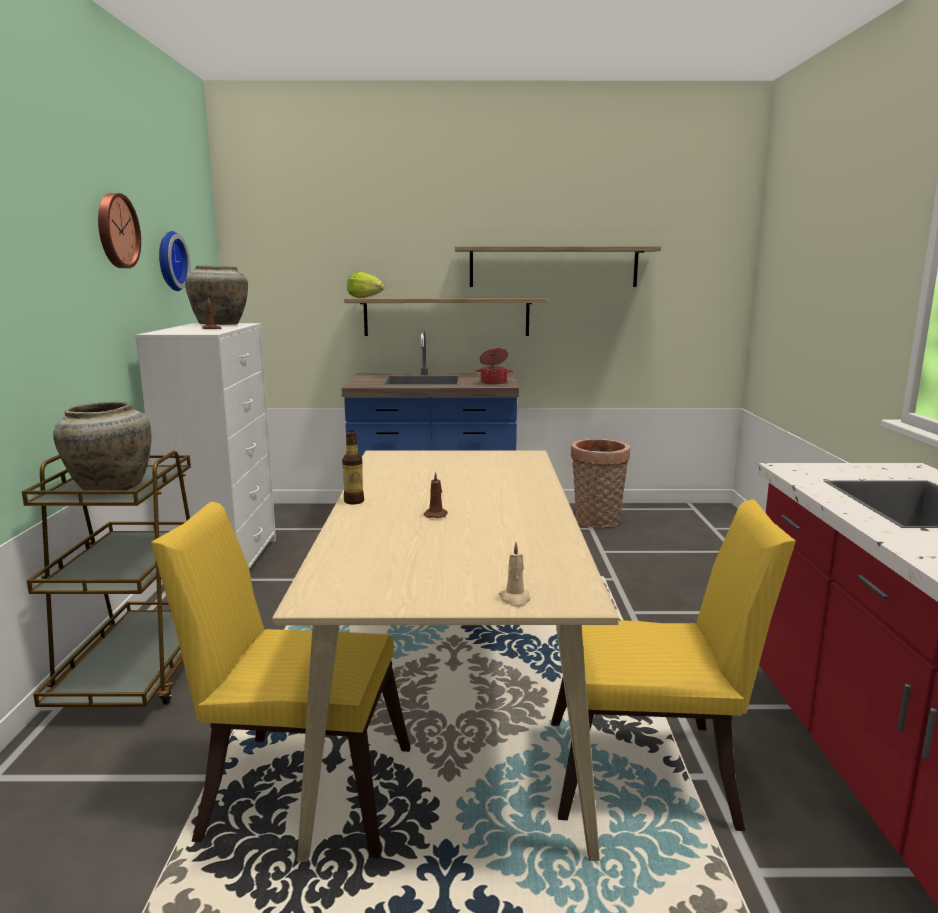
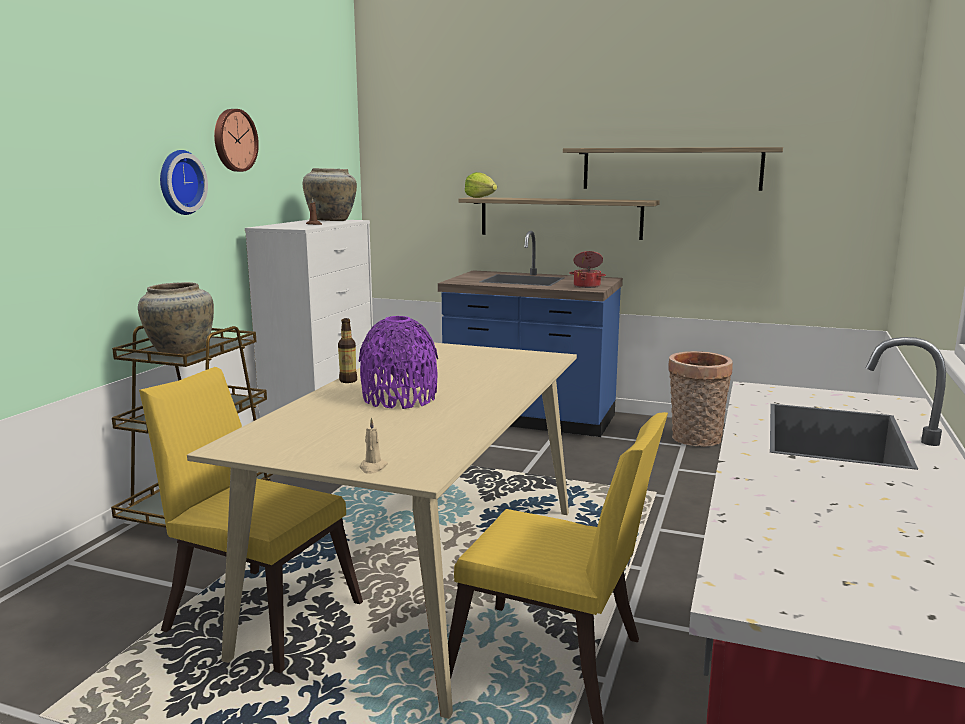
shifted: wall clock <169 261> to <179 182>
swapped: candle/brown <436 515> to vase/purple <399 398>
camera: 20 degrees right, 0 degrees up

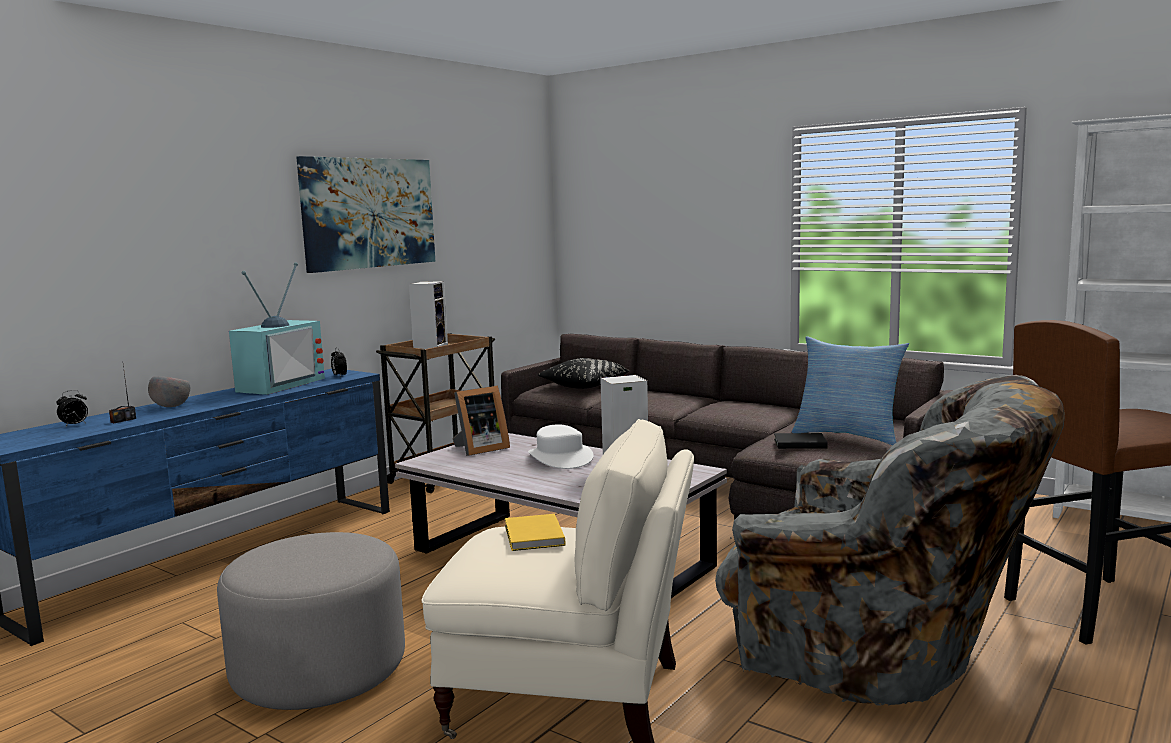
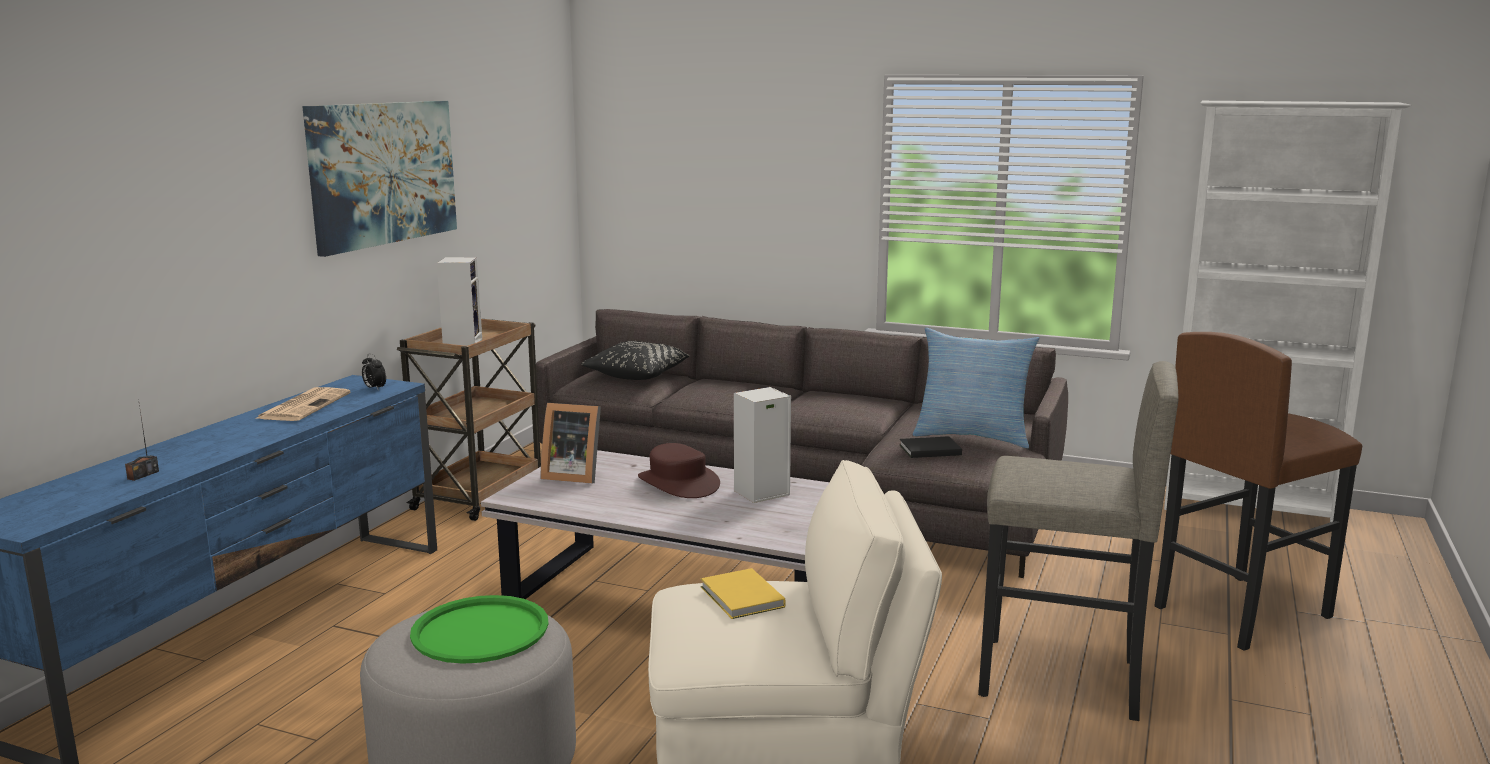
gone: alarm clock <75 425>; bowl/grey <170 407>
new: tray/green <480 631>
swapped: television <278 384> to newspaper <304 406>; armchair/grey <875 652> to stool/grey <1060 679>
repainted: hat/white <560 458> to hat/brown <678 483>
rotated: picture frame <479 449> = <572 475> 60 degrees clockwise
camera: 15 degrees left, 5 degrees up

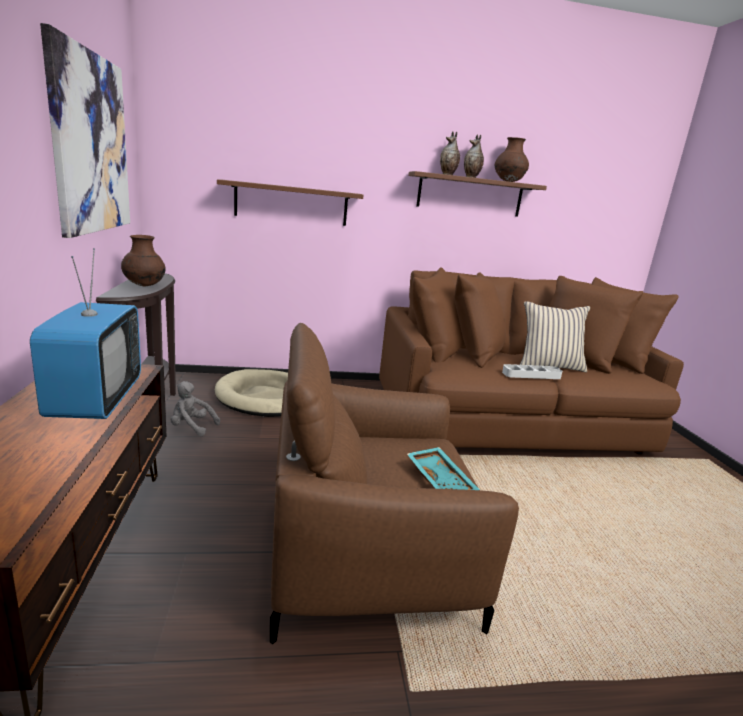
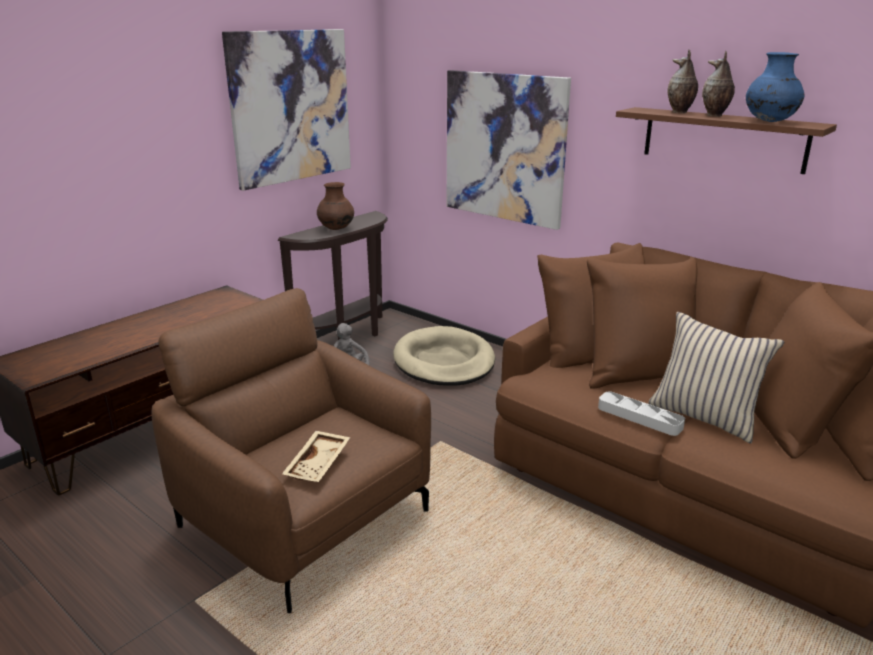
gone: television <96 400>
swapped: shelf/brown <291 203> to picture <504 147>
repainted: tray/turquoise <441 480> to tray/beige <319 464>; vase/brown <508 181> to vase/blue <769 121>
camera: 50 degrees right, 5 degrees up

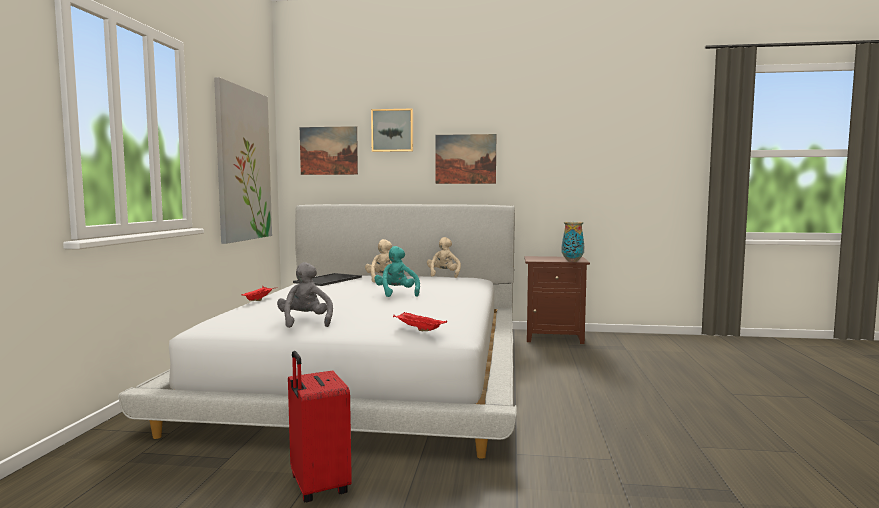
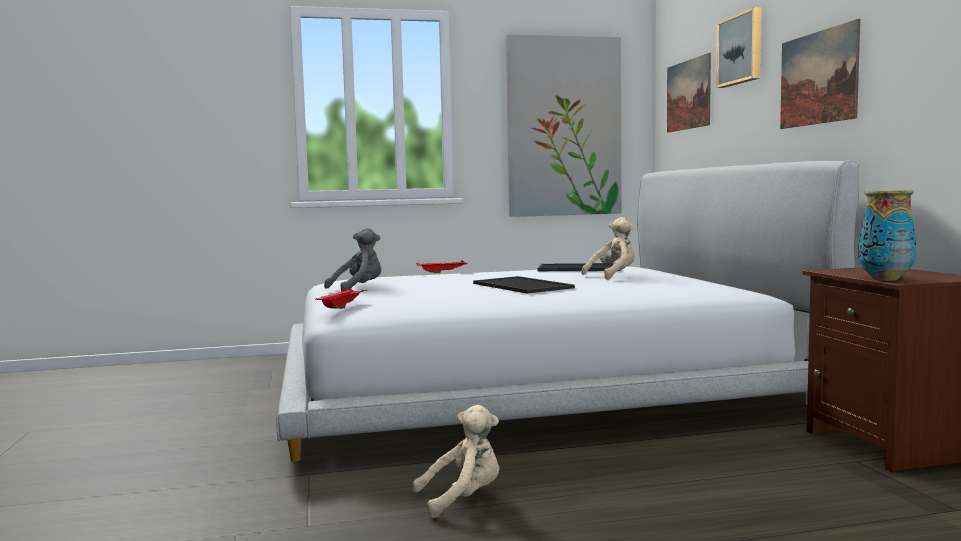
gone: suitcase/red <317 487>
shifted: plush toy/beige <443 275> to <463 499>
swapped: plush toy/turquoise <397 294> to tray <524 285>
camera: 70 degrees right, 0 degrees up

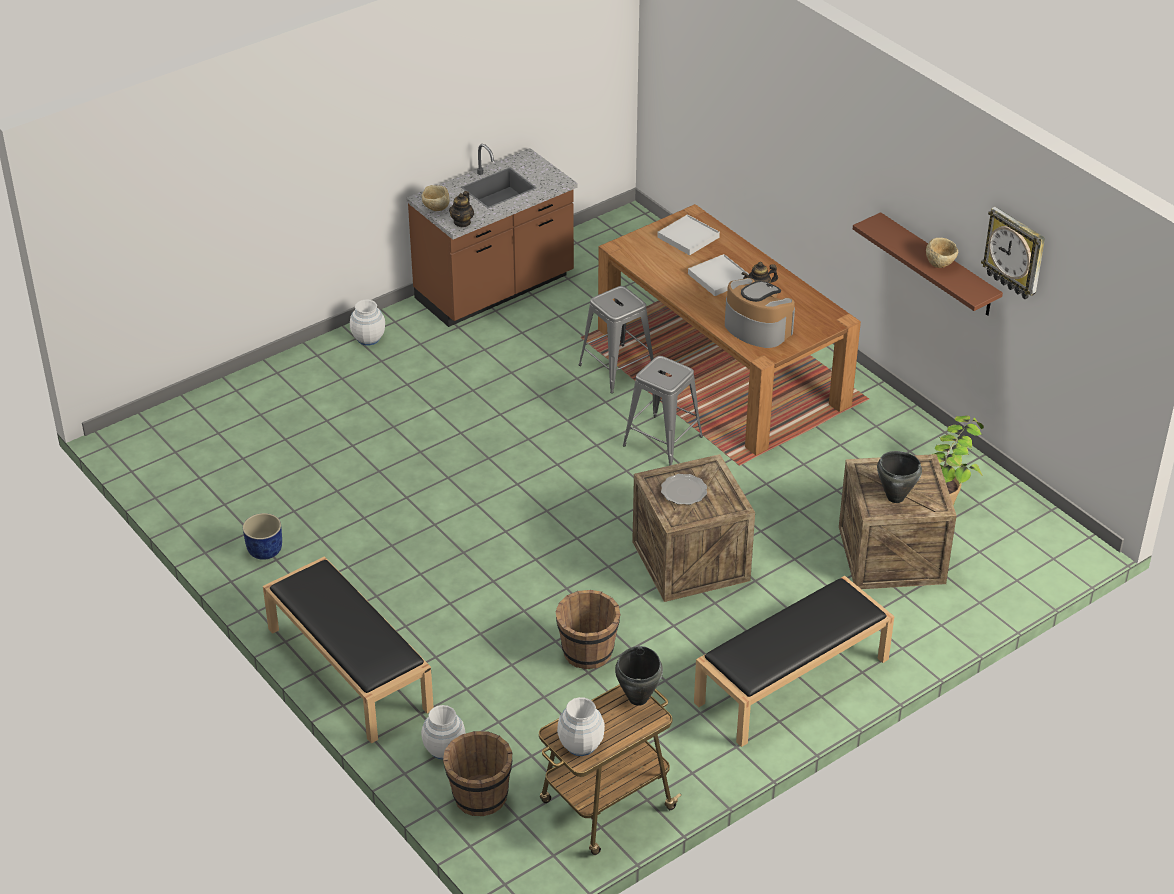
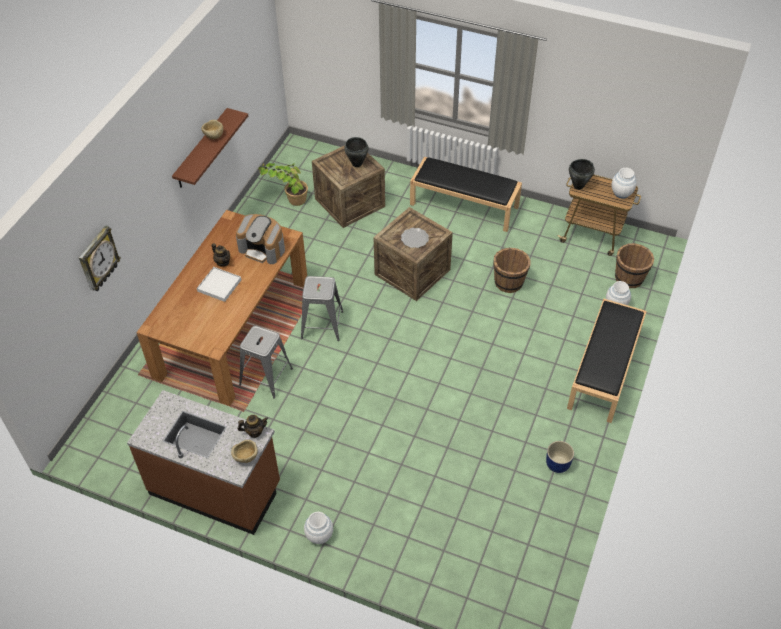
gone: tray/white <688 237>
shifted: wall clock <1015 253> to <98 259>
rotated: coffee machine <756 328> = <263 249> 75 degrees counterclockwise
camera: 120 degrees left, 10 degrees up

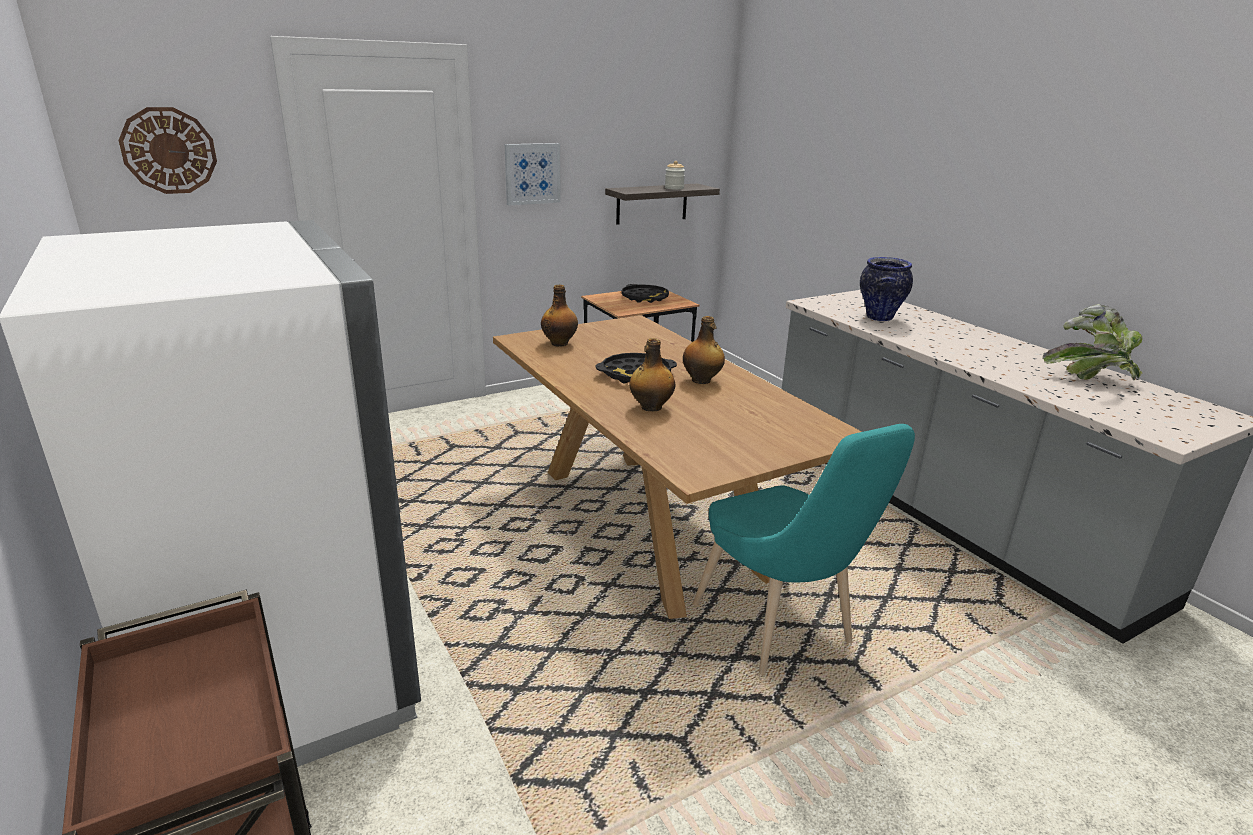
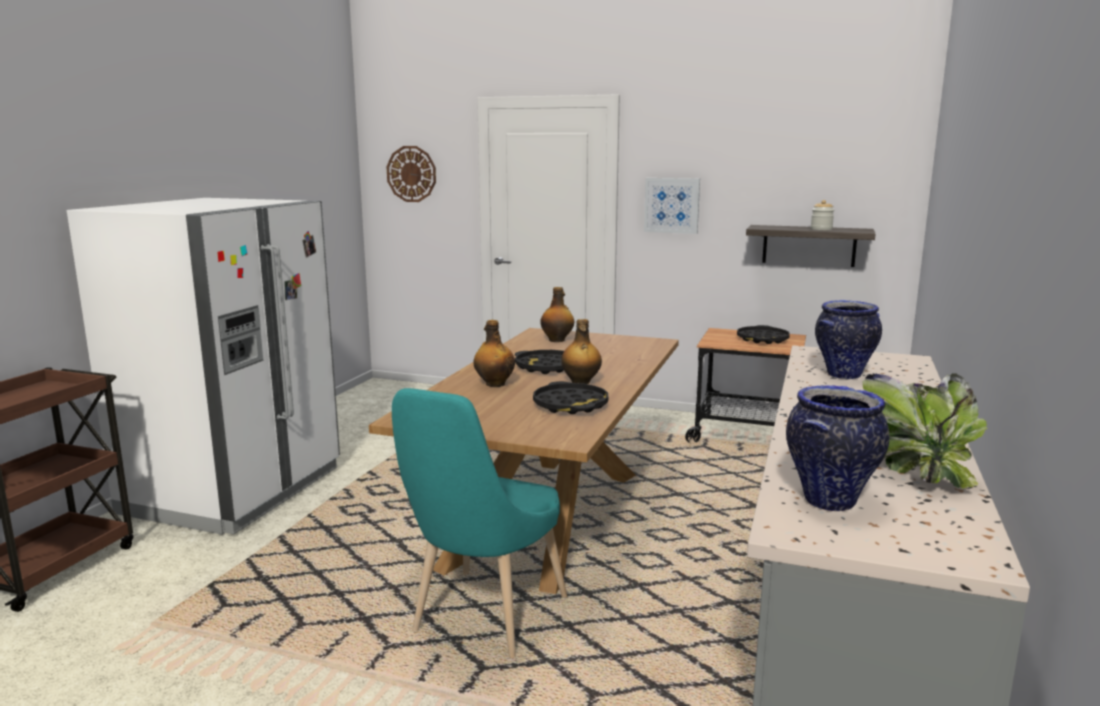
new: tray/black <570 405>; vase <830 500>
camera: 50 degrees right, 10 degrees down

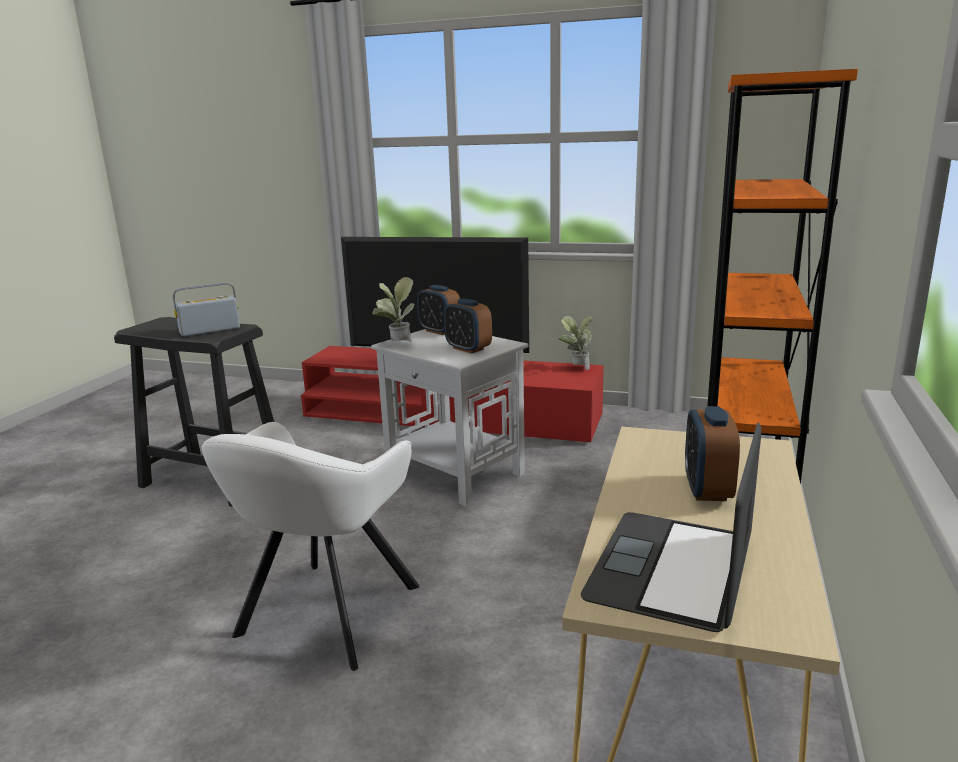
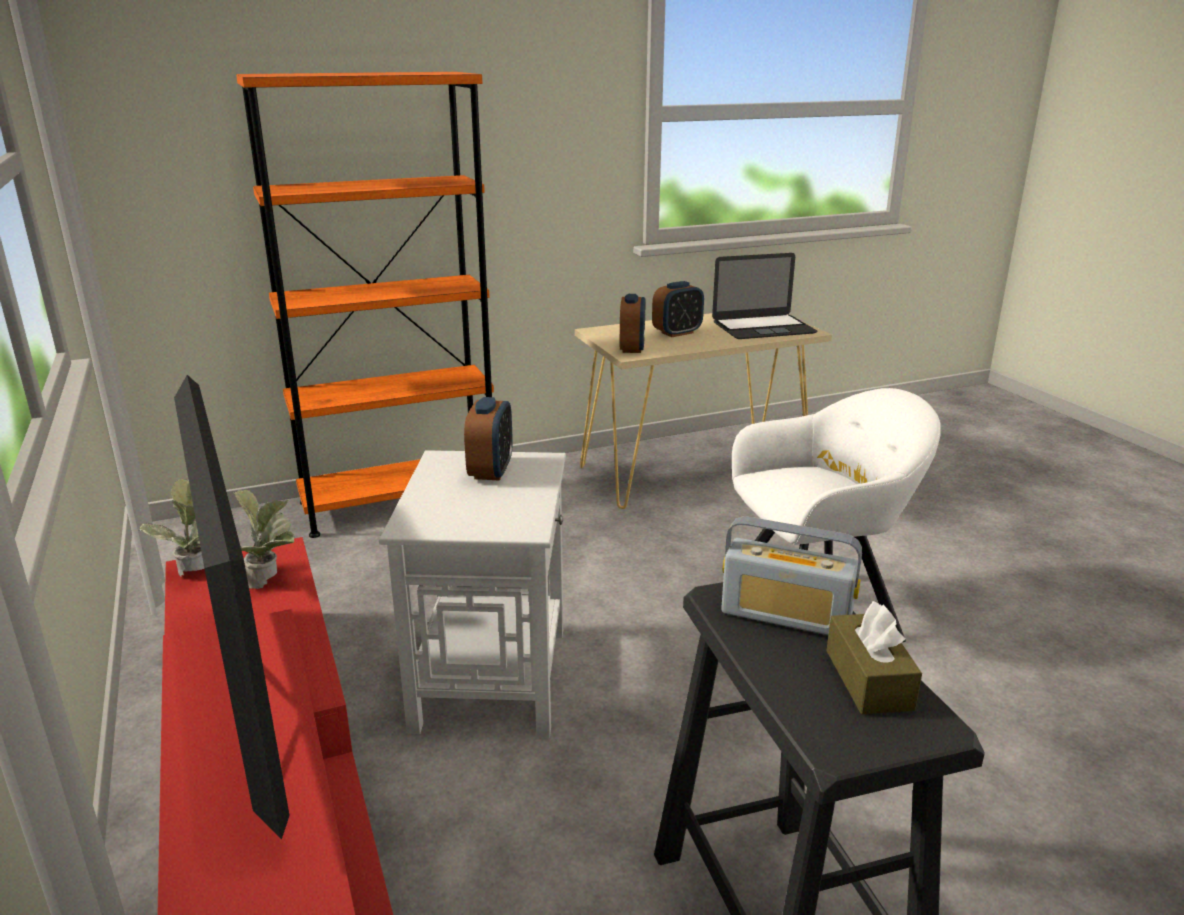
new: tissue box/brown <868 679>
shifted: potted plant <397 344> to <270 582>; alarm clock <439 331> to <632 348>
camera: 130 degrees left, 5 degrees up

